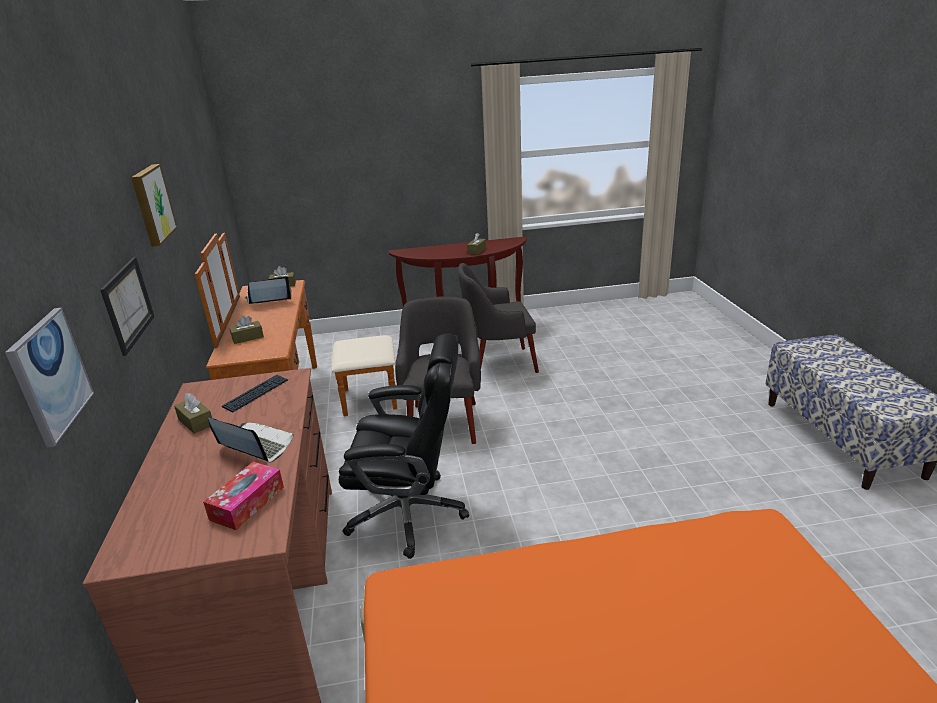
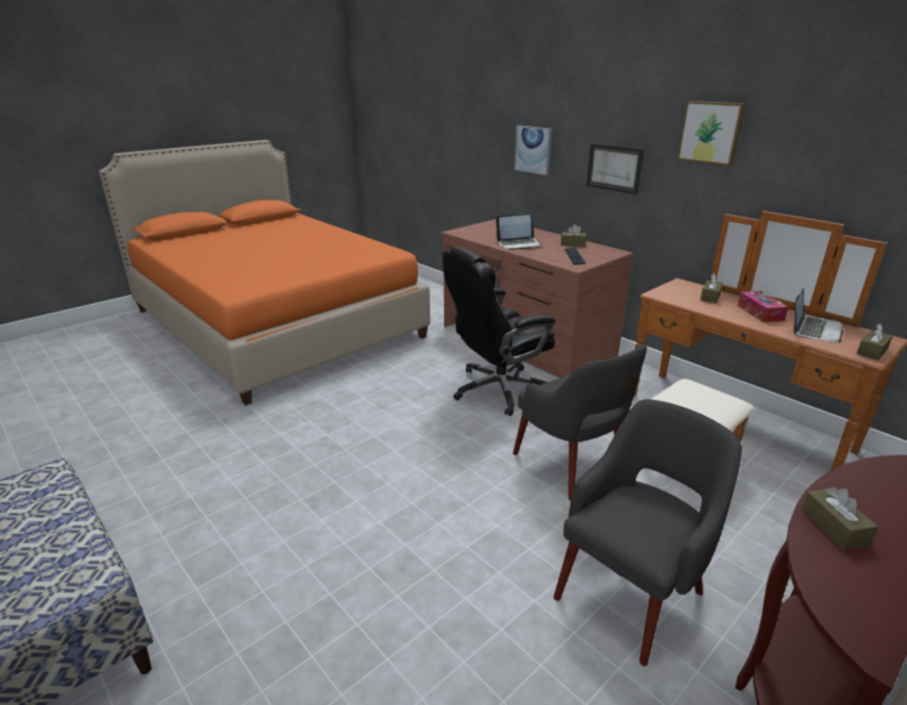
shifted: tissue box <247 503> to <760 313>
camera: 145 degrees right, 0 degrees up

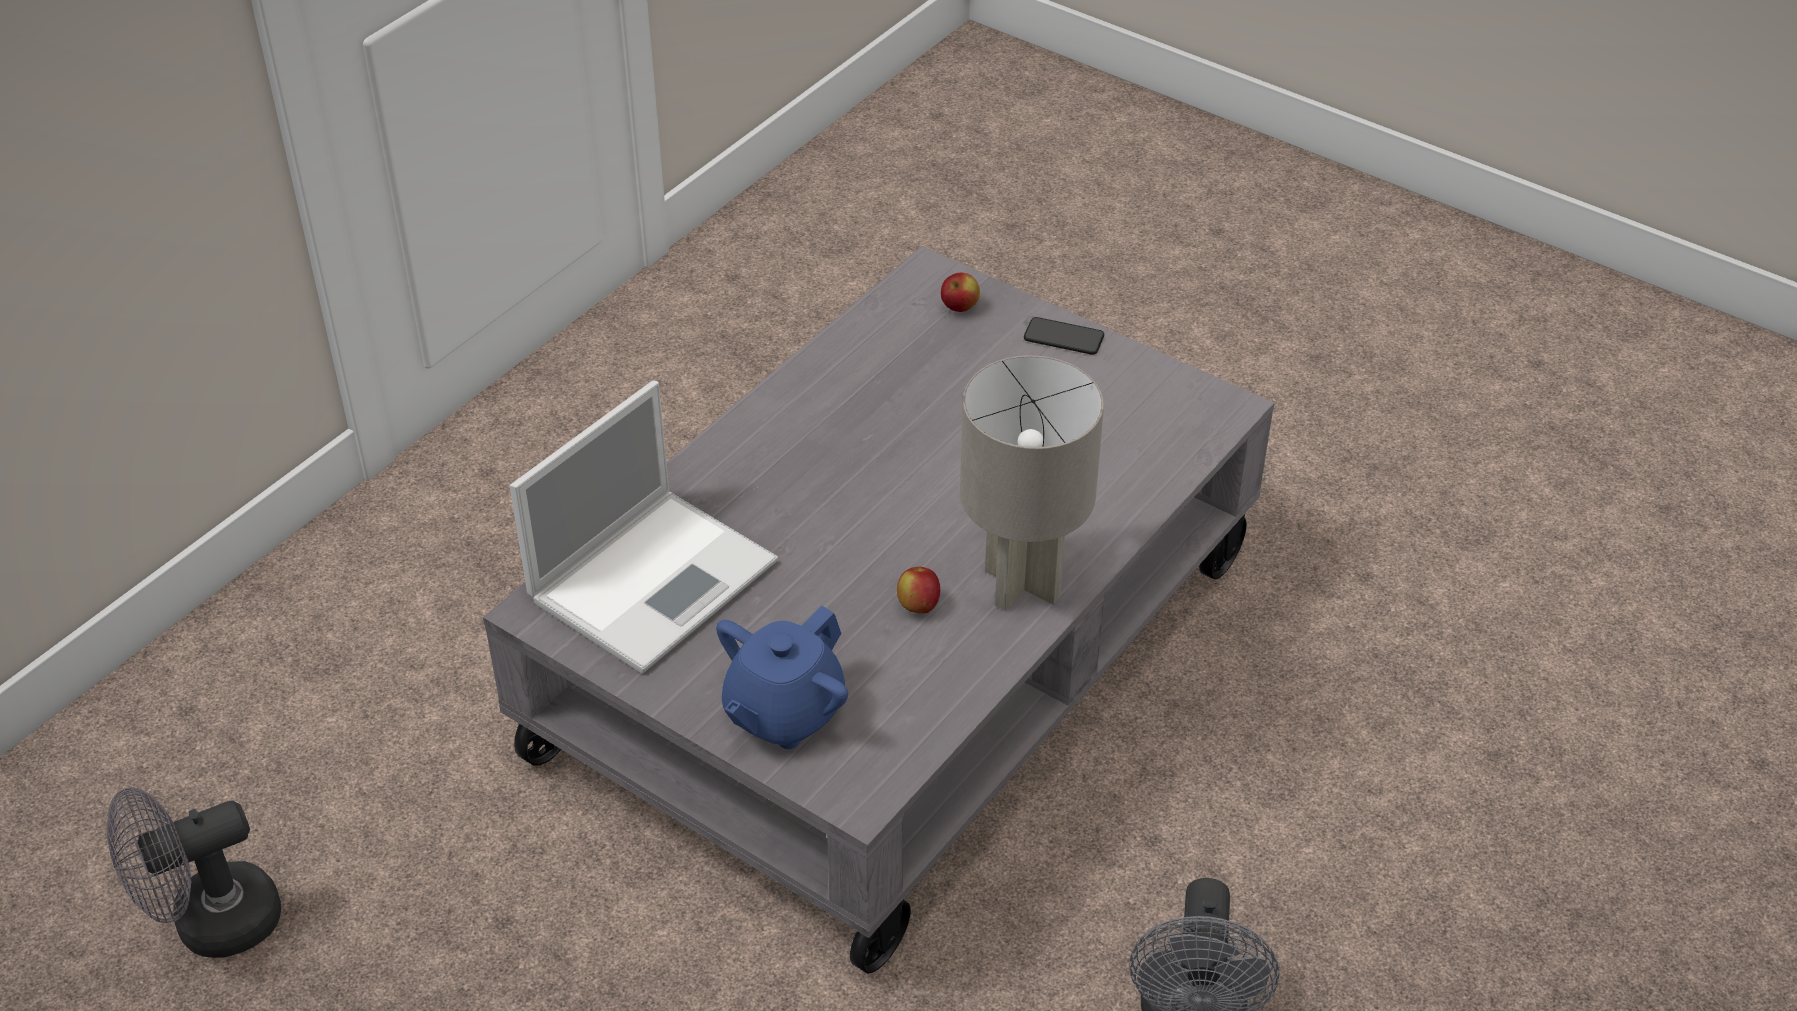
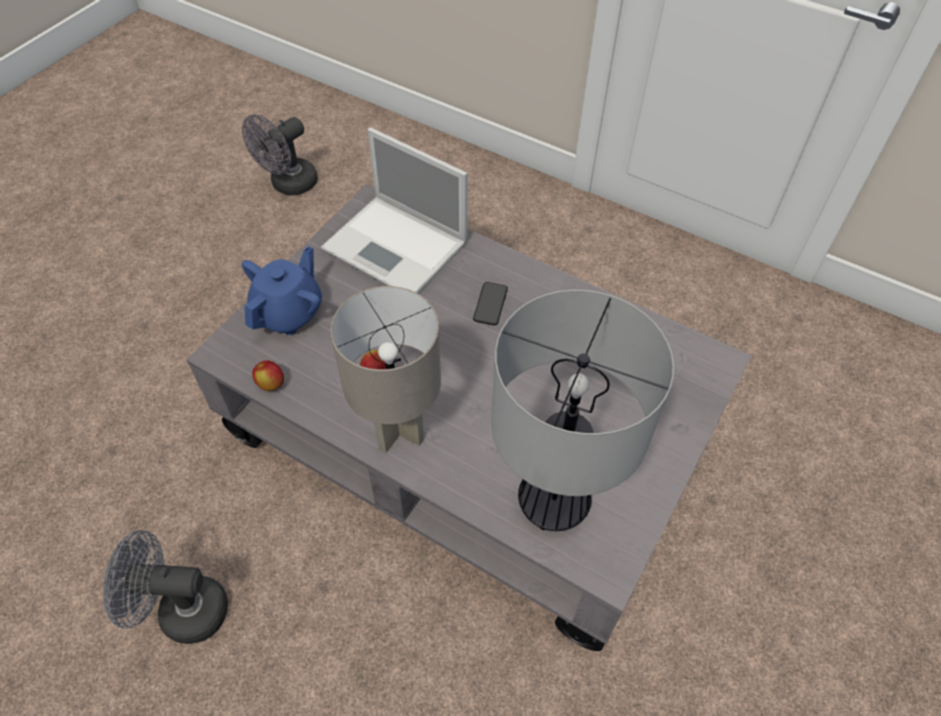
new: table lamp <554 501>
shifted: apple <959 307> to <271 384>; phone <1063 337> to <490 304>
rotated: fan/grey <210 924> = <288 185> 105 degrees counterclockwise; teapot/blue <783 713> = <289 313> 90 degrees clockwise
camera: 85 degrees right, 10 degrees up

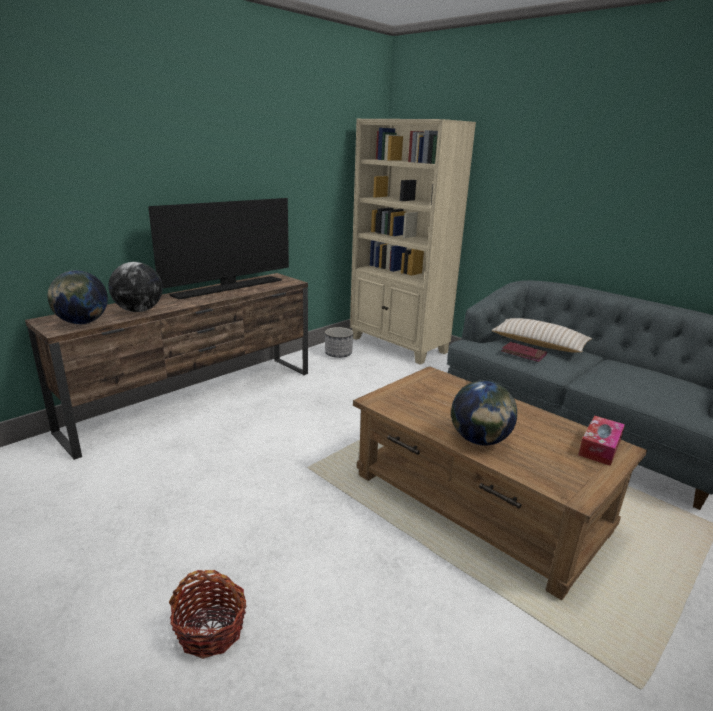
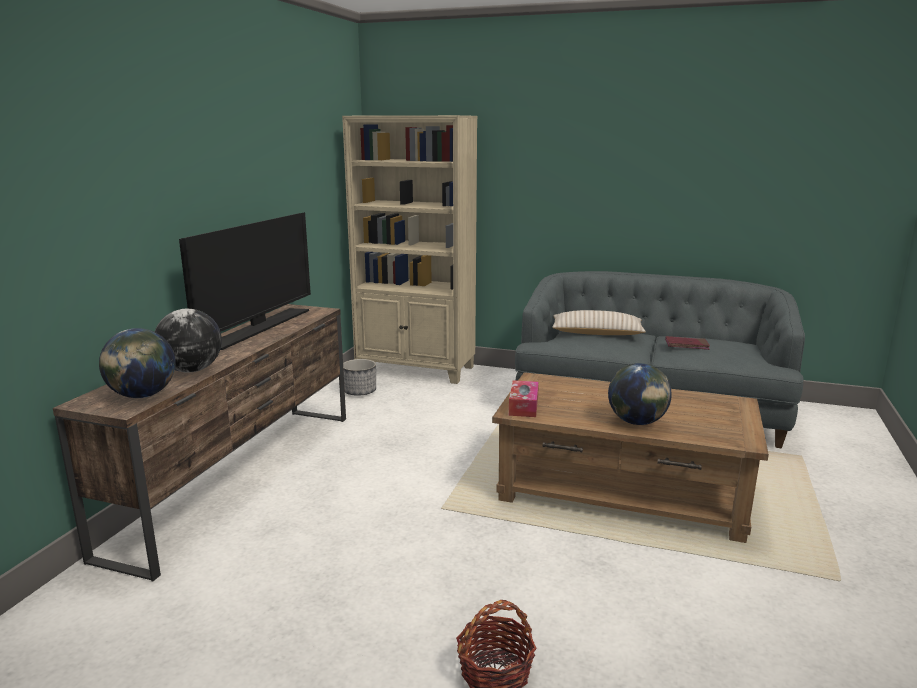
shifted: book/red <523 354> to <686 345>; tissue box <600 447> to <523 406>
camera: 25 degrees left, 5 degrees down

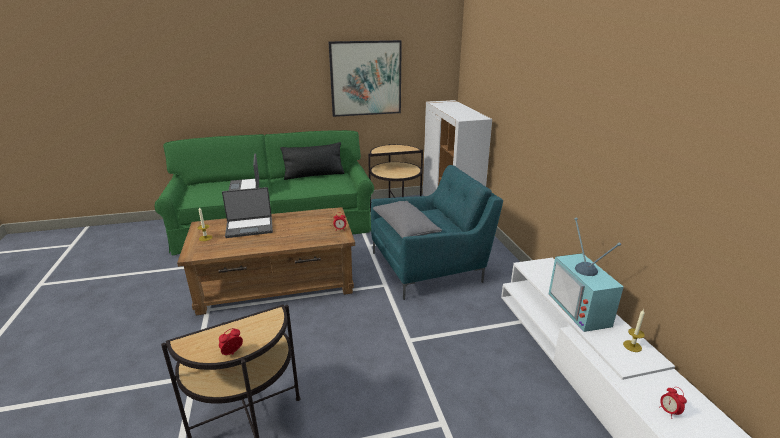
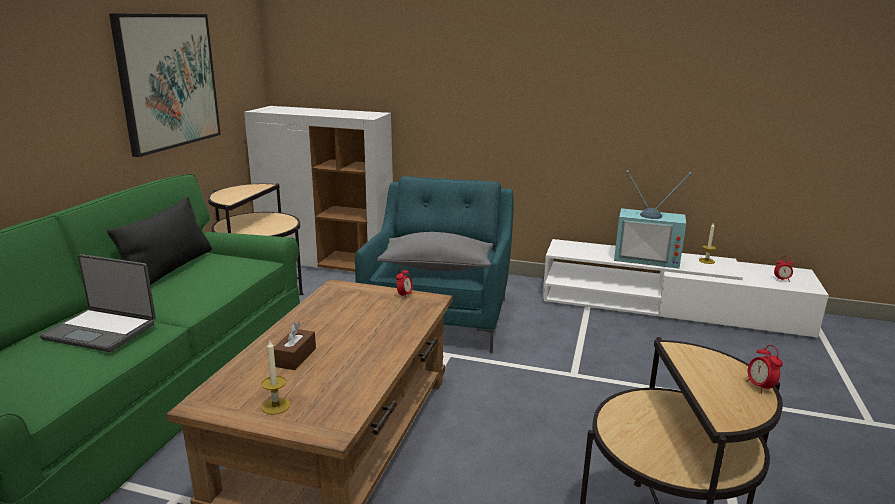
swapped: laptop <249 227> to tissue box/brown <295 357>
camera: 60 degrees left, 5 degrees down

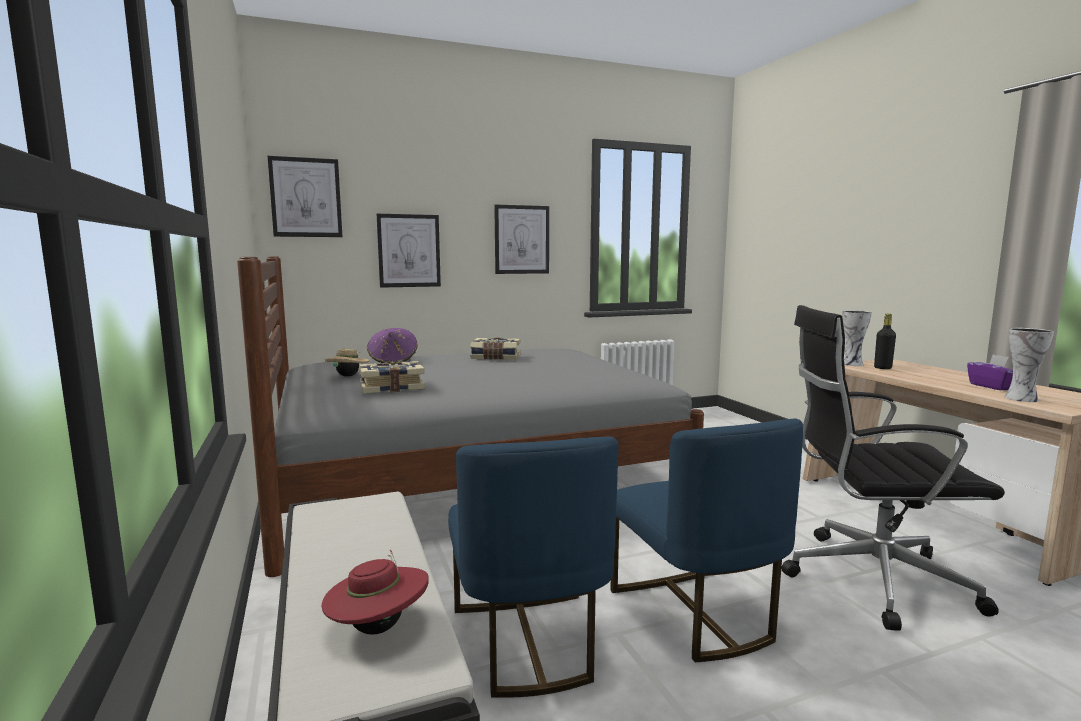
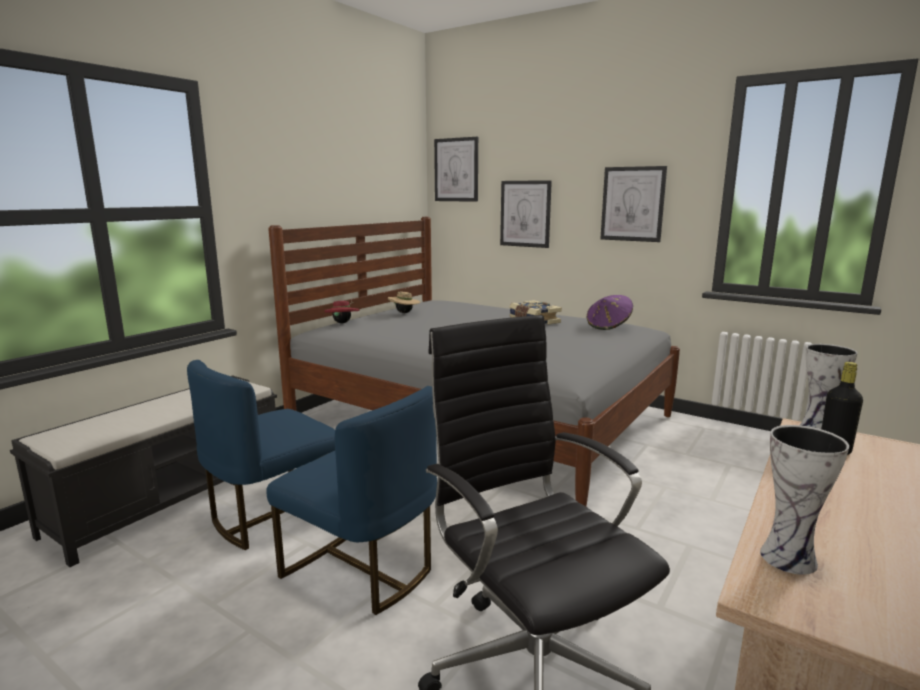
gone: book <391 388>; tissue box/purple <993 386>
shifted: hat/red <378 627> to <342 323>; hat/purple <393 361> to <608 326>
rotated: chair/blue <696 613> = <362 569> 90 degrees counterclockwise
camera: 55 degrees right, 5 degrees up

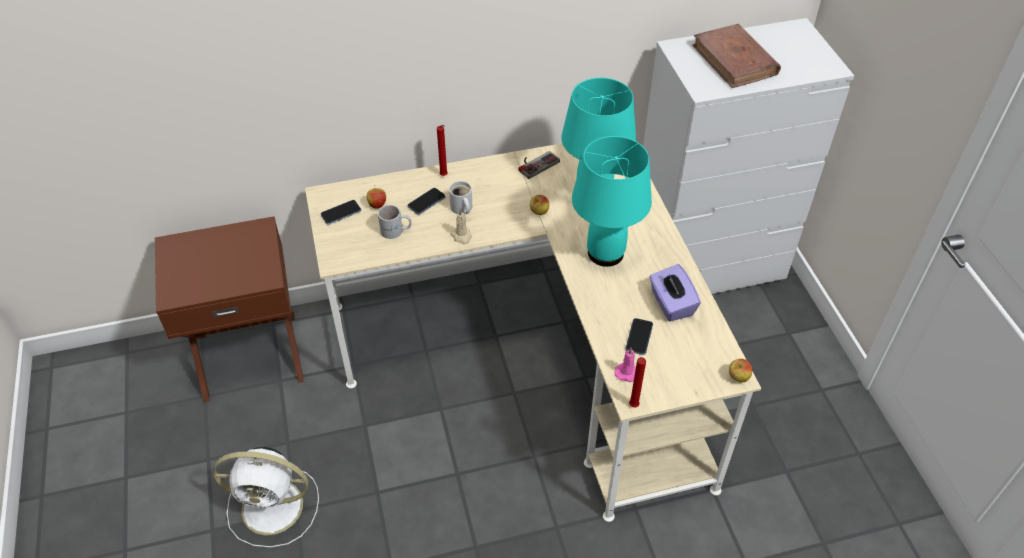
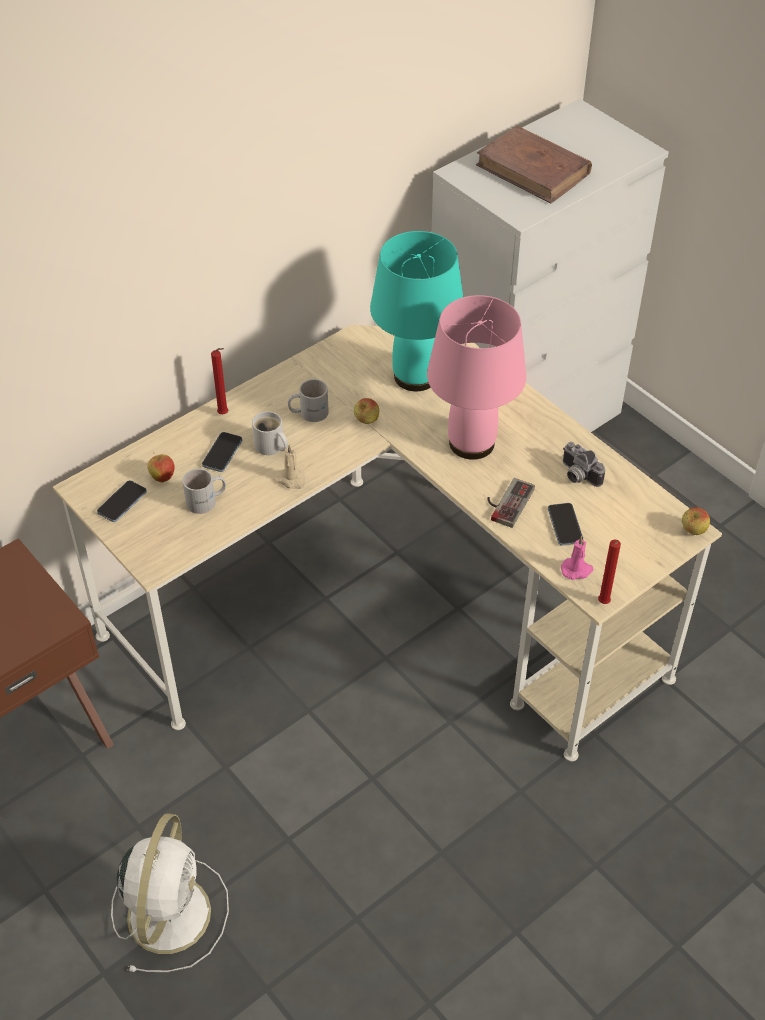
new: mug/white <308 412>
shifted: game controller <536 163> to <506 502>
swapped: tissue box/purple <671 304> to photo camera <577 476>
repainted: table lamp/turquoise <604 253> to table lamp/pink <470 443>
rotated: fan/white <275 507> = <170 910> 60 degrees counterclockwise
camera: 25 degrees left, 0 degrees up

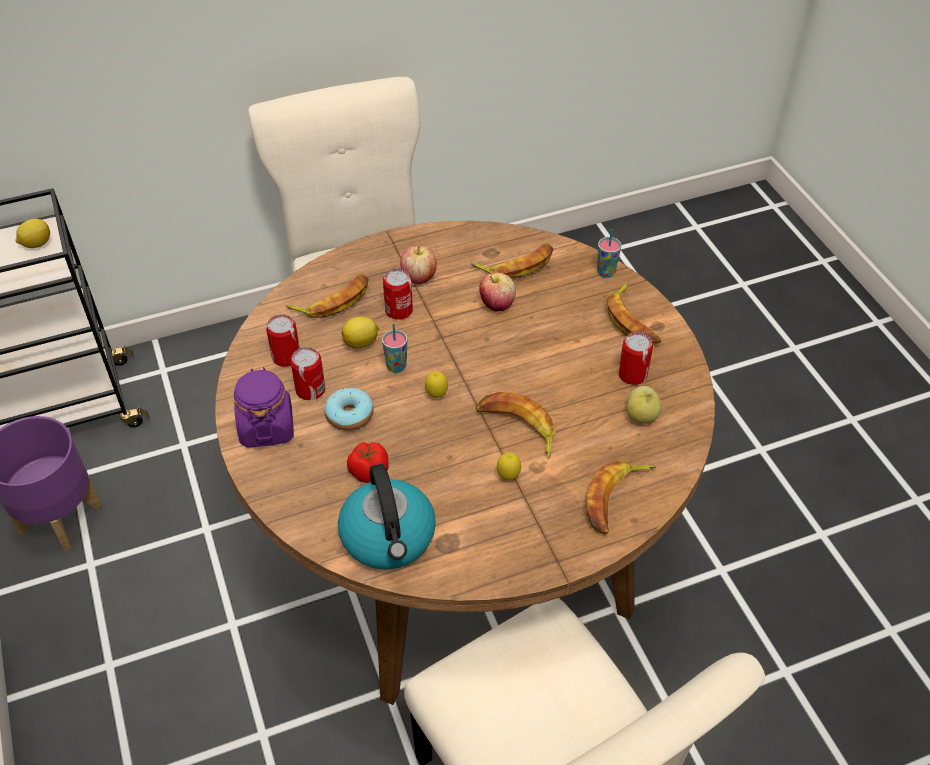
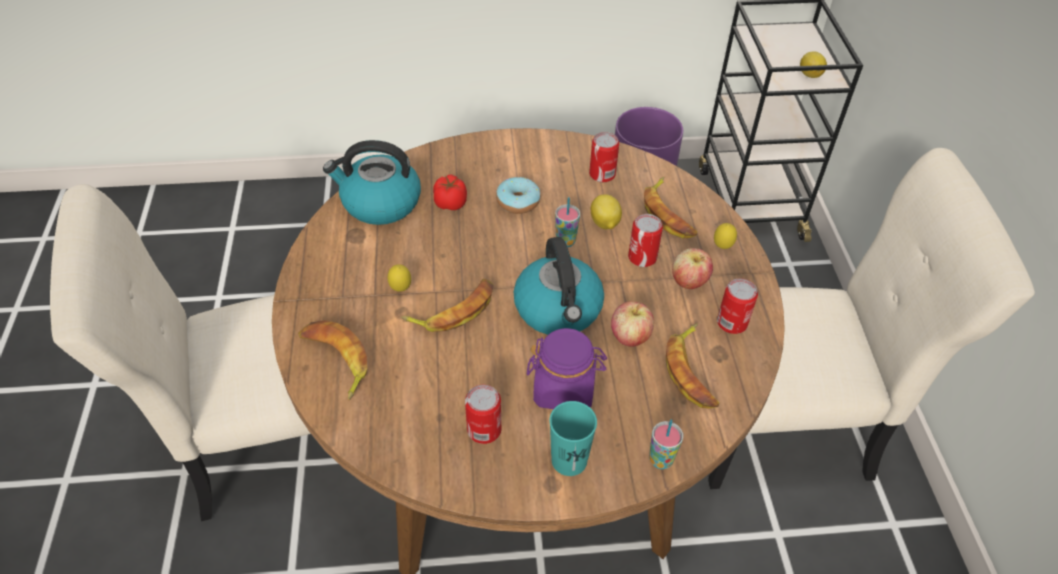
gone: apple <642 416>
new: kettle <559 310>
shifted: jar/purple <266 427> to <564 388>; can <310 390> to <732 322>; lemon <436 395> to <722 247>
swapped: banana <632 320> to cup/turquoise <569 460>
camera: 105 degrees right, 0 degrees up

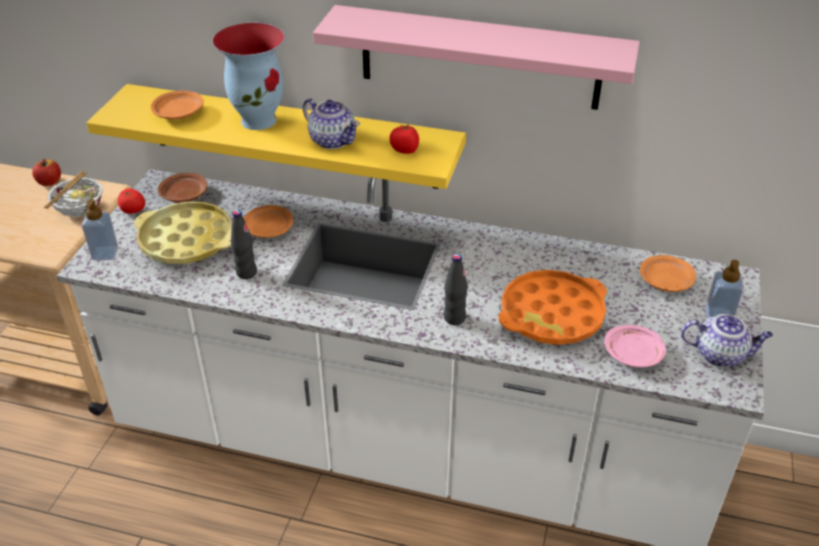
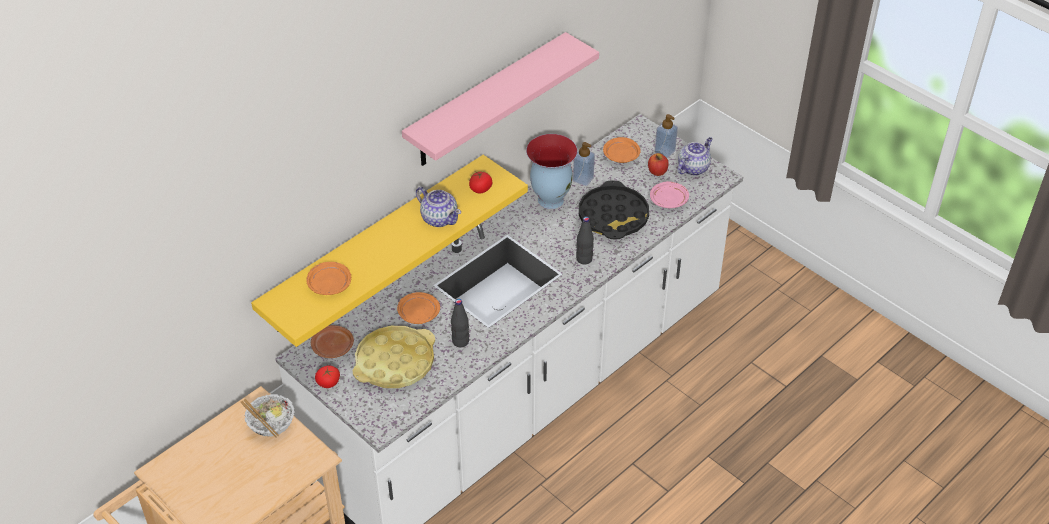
shifted: apple <49 182> to <657 171>; soap dispenser <105 253> to <583 179>; vase <259 120> to <550 199>
repainted: tray/orange <552 315> to tray/black <613 216>
rotated: teapot <332 140> = <439 218> 60 degrees clockwise
camera: 60 degrees left, 5 degrees up

